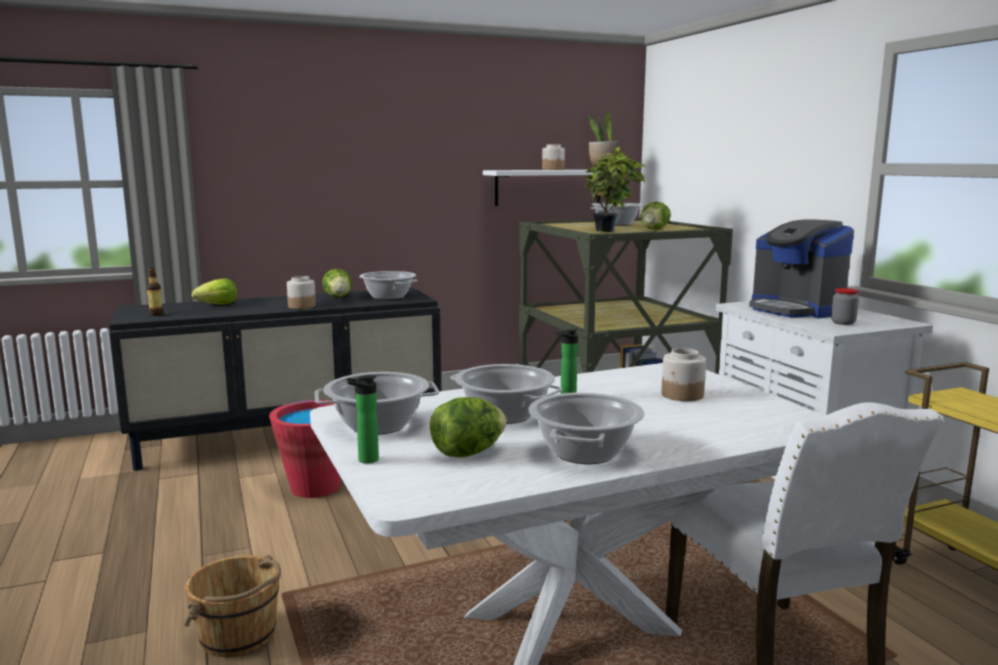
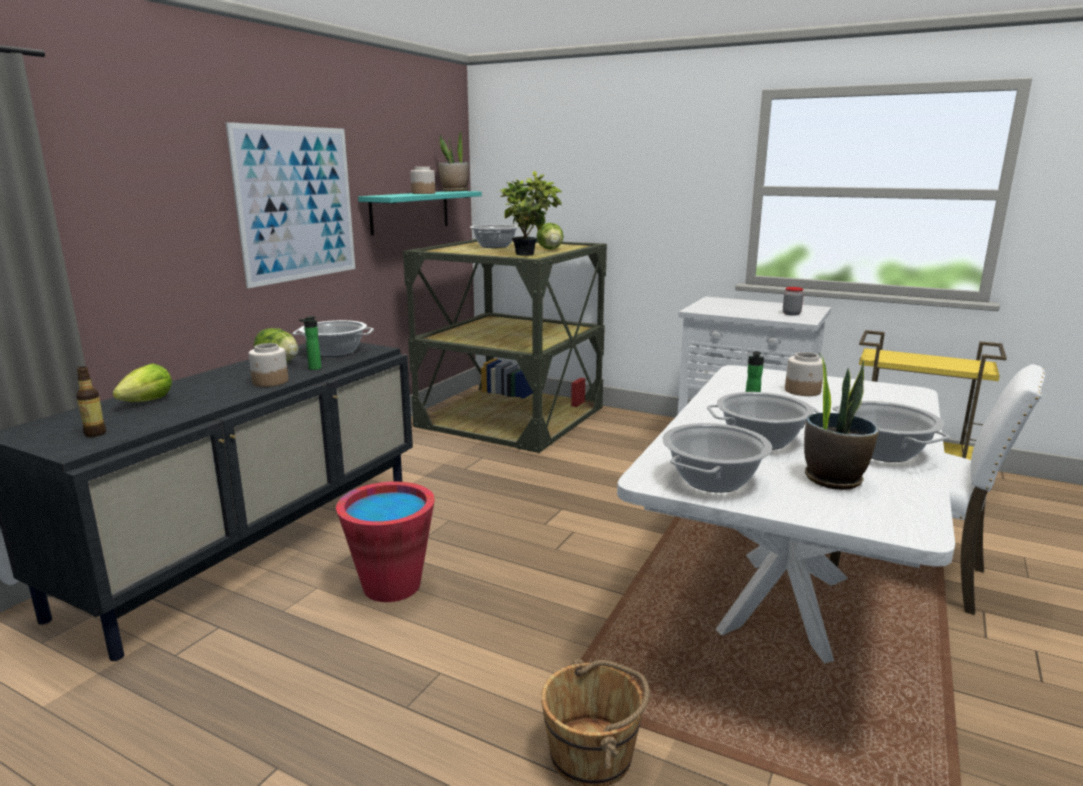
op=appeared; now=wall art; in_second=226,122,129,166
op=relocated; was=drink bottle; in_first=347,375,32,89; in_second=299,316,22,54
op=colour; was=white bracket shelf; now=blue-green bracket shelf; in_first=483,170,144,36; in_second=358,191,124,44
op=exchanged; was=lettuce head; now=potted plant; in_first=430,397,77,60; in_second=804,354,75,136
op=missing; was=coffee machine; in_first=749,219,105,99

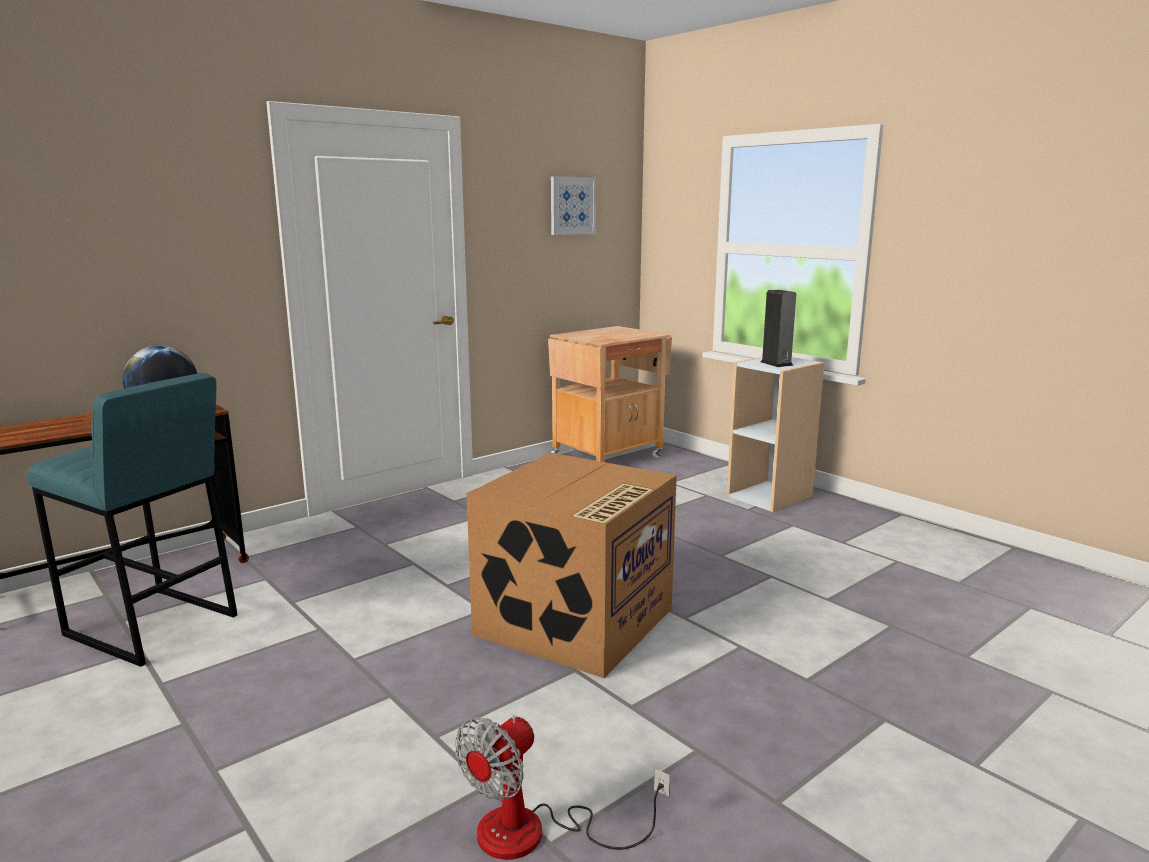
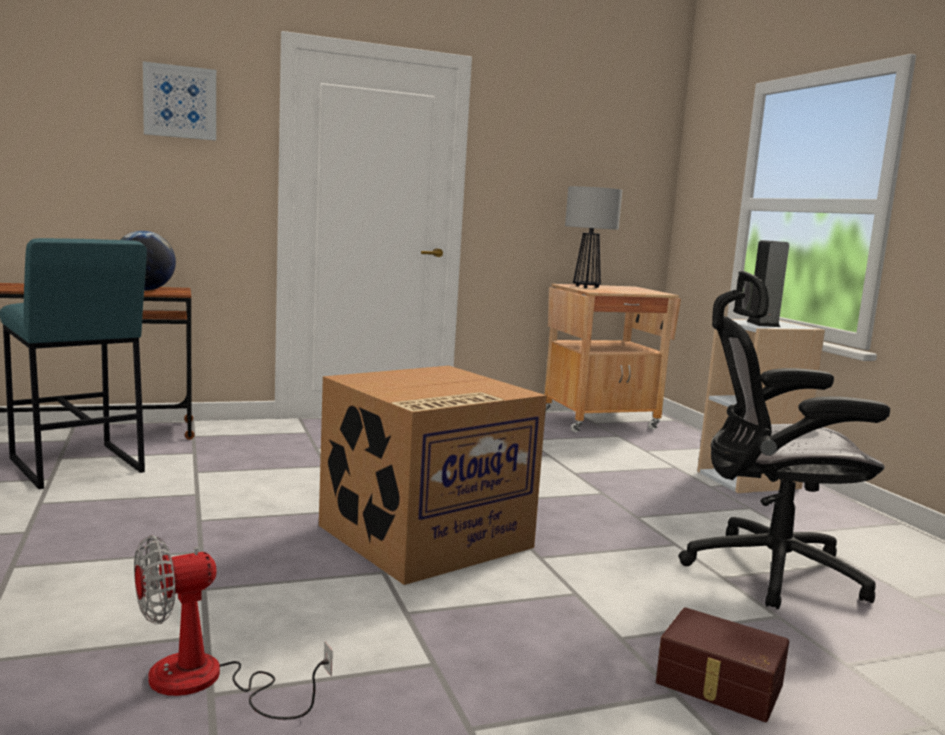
op=relocated; was=wall art; in_first=551,176,45,59; in_second=143,61,73,80
op=appeared; now=lamp for a table; in_second=565,186,57,102
op=appeared; now=brown-coloured storage box; in_second=656,607,133,115
op=appeared; now=desk chair; in_second=678,271,212,338

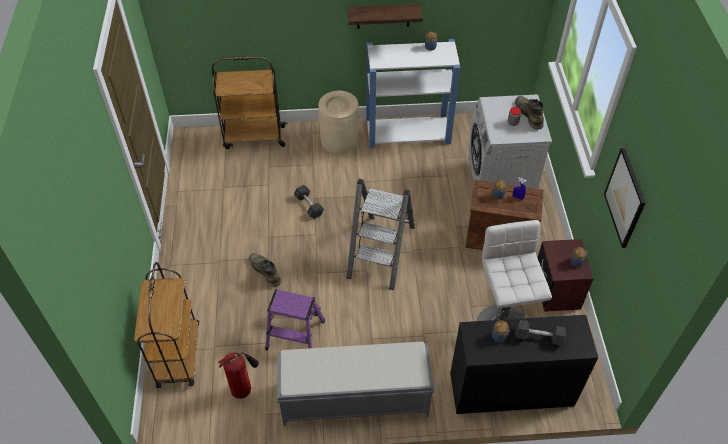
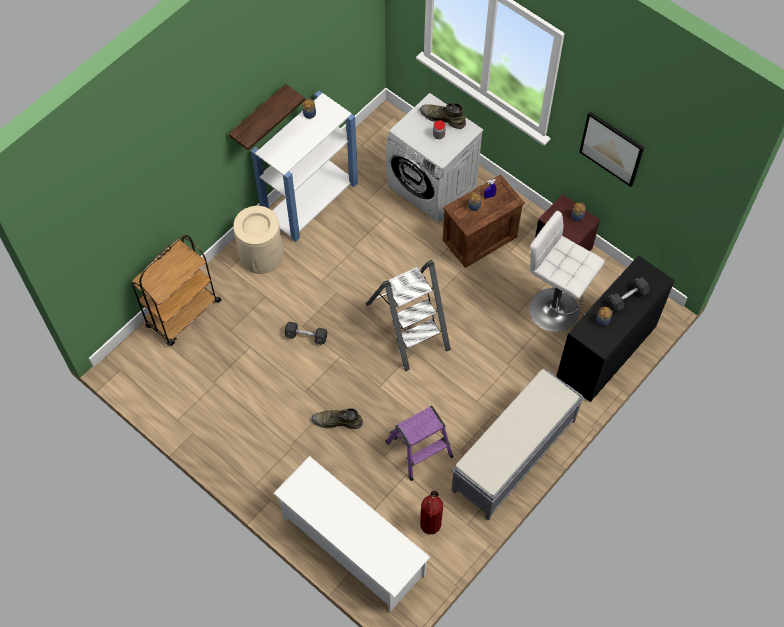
op=exchanged; was=brown-coloured cart; now=white shoe shelf; in_first=134,262,65,126; in_second=273,456,157,156

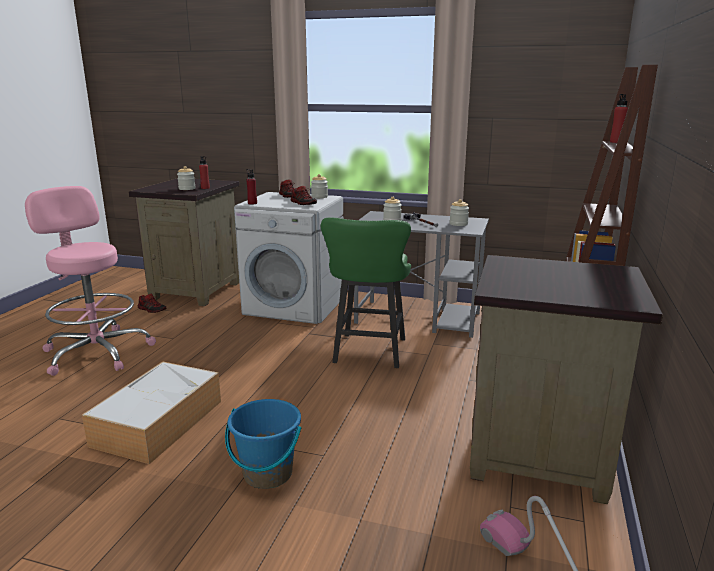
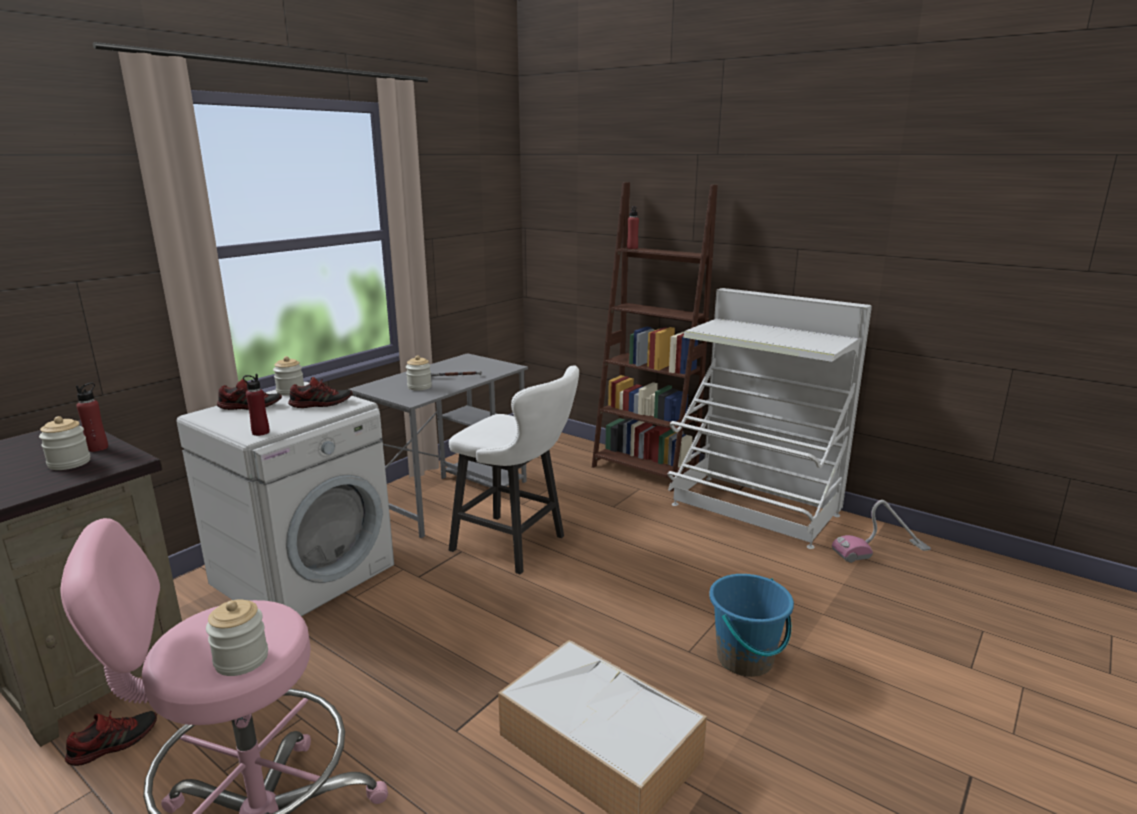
op=relocated; was=jar; in_first=450,199,19,27; in_second=206,600,62,76
op=colour; was=green sitting stool; now=white sitting stool; in_first=321,218,90,150; in_second=448,365,131,210
op=exchanged; was=sand-coloured storage cabinet; now=white shoe shelf; in_first=470,255,193,249; in_second=667,288,205,261

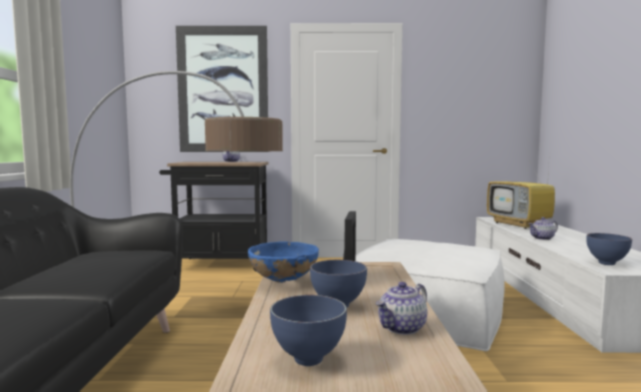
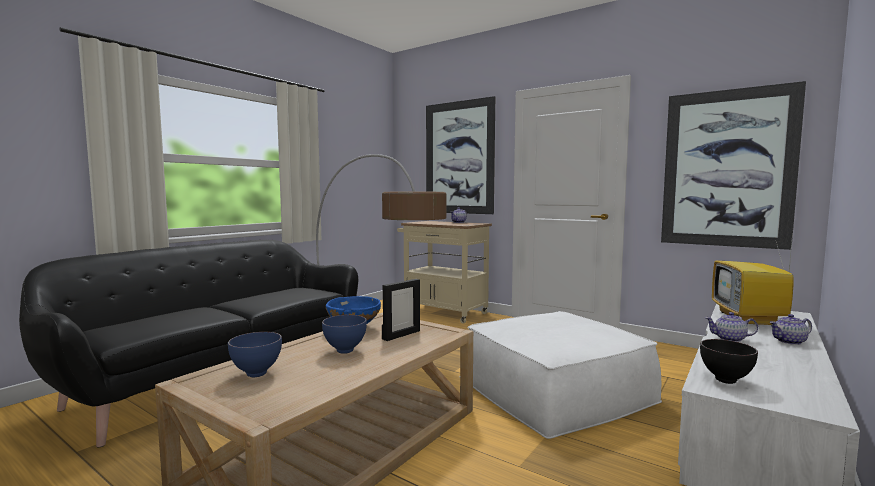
op=colour; was=blackish cart; now=sand-coloured cart; in_first=159,162,109,110; in_second=397,221,95,103
op=appeared; now=wall art; in_second=661,81,145,169
op=colour; was=bluish serving bowl; now=blackish serving bowl; in_first=586,233,46,32; in_second=700,339,58,45
op=relocated; was=pot for tea; in_first=376,282,51,53; in_second=769,314,43,31

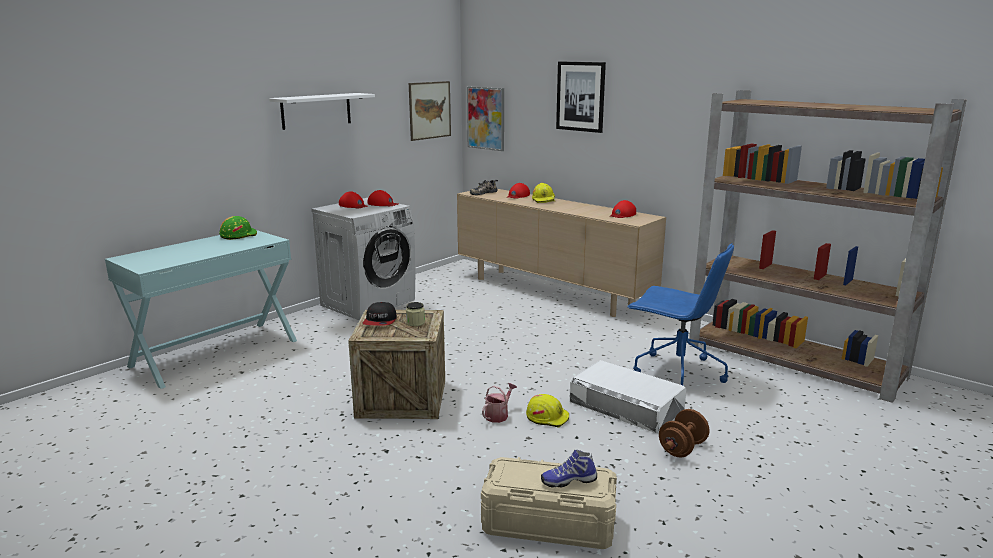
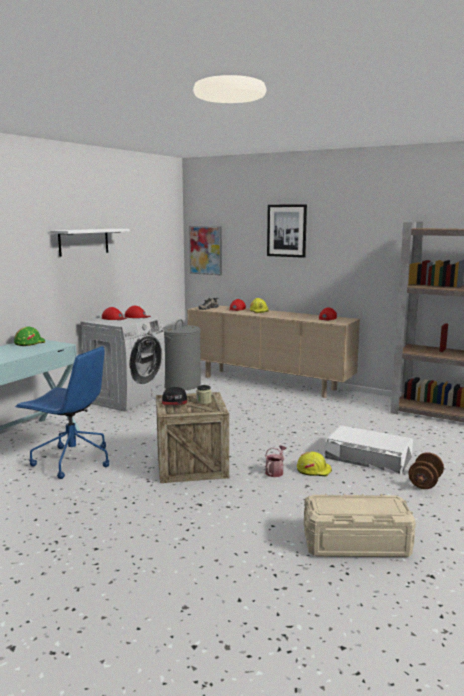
op=relocated; was=bluish desk chair; in_first=627,243,107,143; in_second=15,346,94,133
op=appeared; now=grey hamper; in_second=163,319,38,71
op=missing; was=wall art; in_first=409,81,42,60
op=missing; was=item of footwear; in_first=541,450,56,38

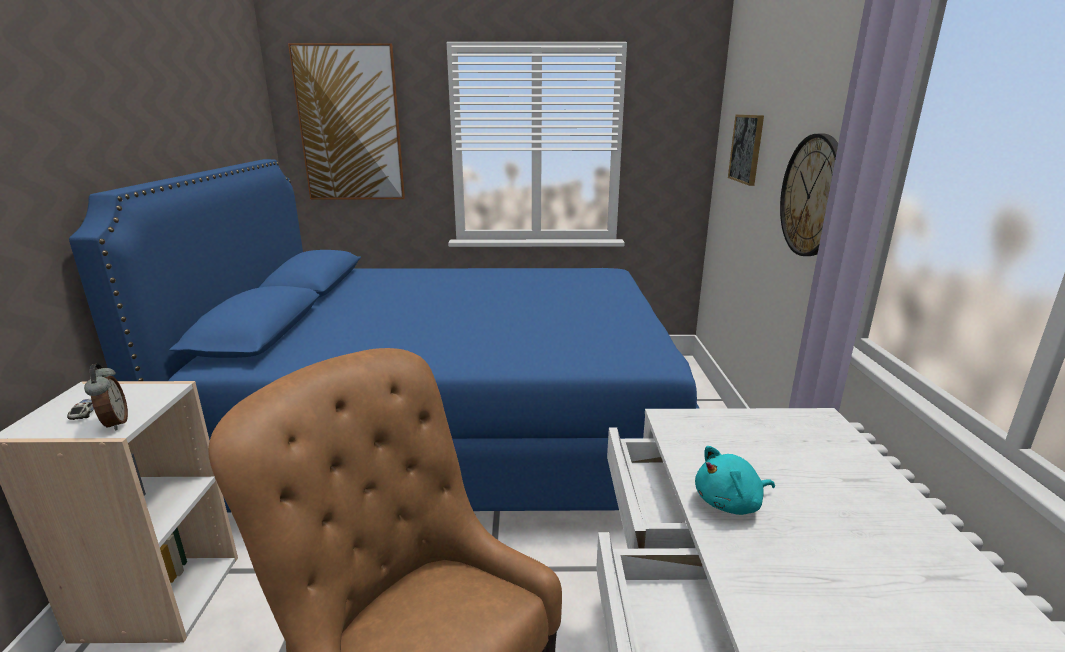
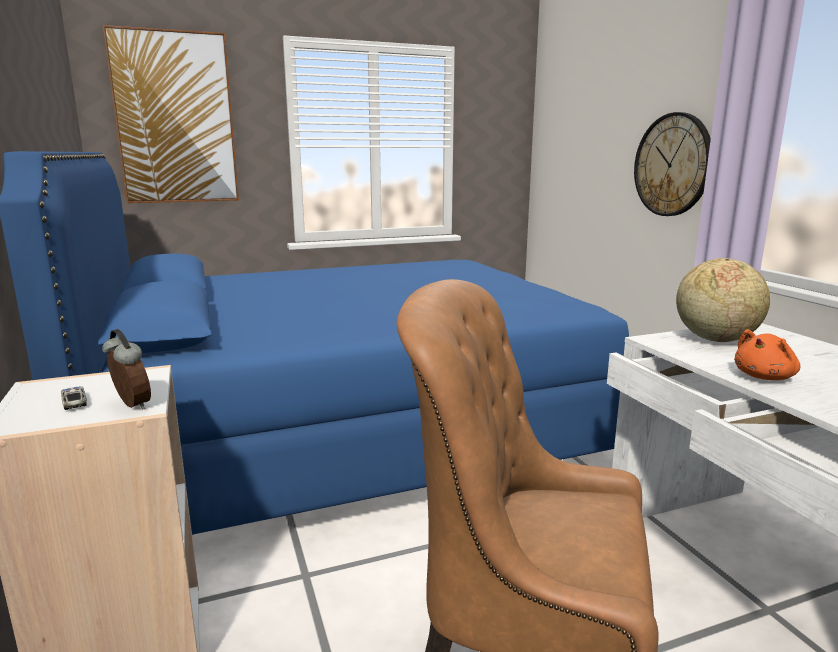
op=appeared; now=world globe; in_second=676,258,94,84
op=colour; was=blue-green plush toy; now=orangey plush toy; in_first=695,446,80,69; in_second=734,329,66,51
op=missing; was=wall art; in_first=728,114,36,72

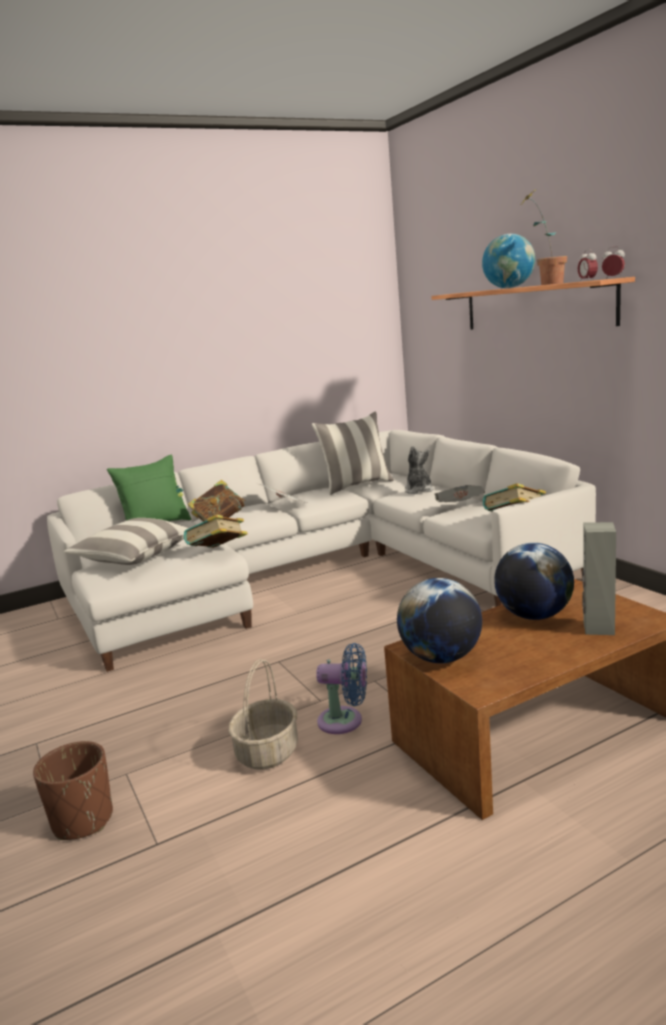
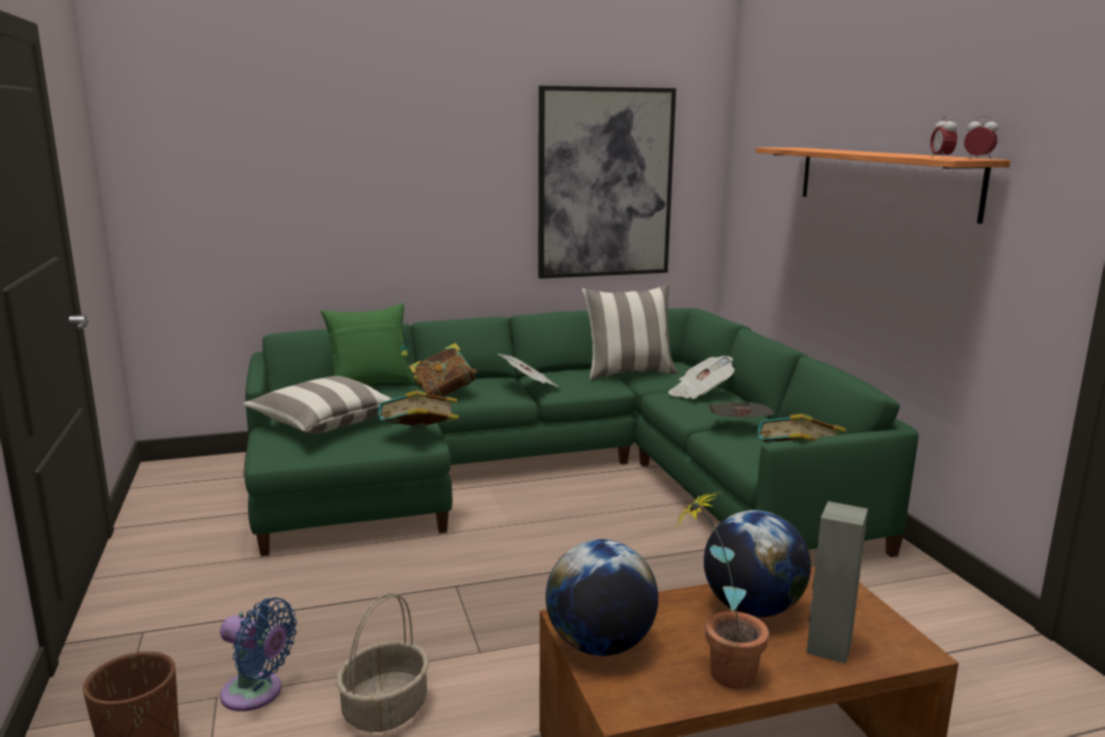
op=relocated; was=bluish fan; in_first=316,643,51,91; in_second=220,597,77,114
op=colour; was=white sofa; now=green sofa; in_first=47,430,549,242; in_second=245,308,673,249
op=appeared; now=wall art; in_second=538,86,138,193
op=exchanged; was=plush toy; now=daily paper; in_first=405,446,29,48; in_second=668,356,66,43
op=relocated; was=potted plant; in_first=521,190,46,95; in_second=676,491,93,198
op=missing; was=world globe; in_first=482,234,53,54

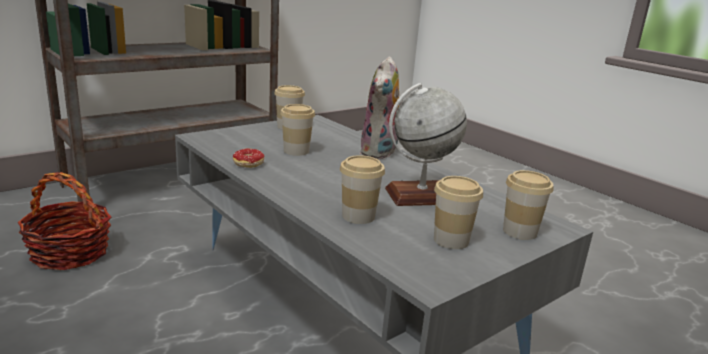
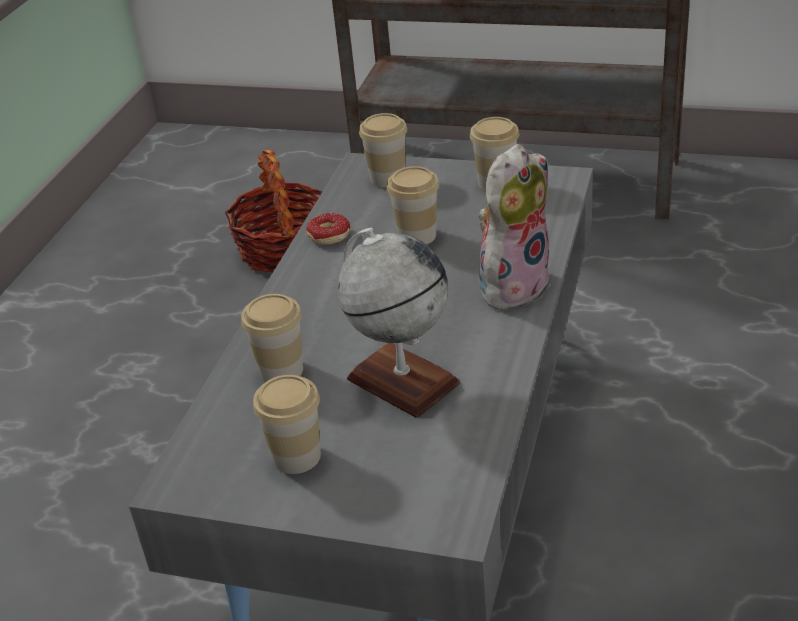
op=relocated; was=small cup; in_first=503,170,50,70; in_second=359,113,48,75
op=spun; was=plush toy; in_first=360,56,39,104; in_second=479,144,72,170; clockwise=150

